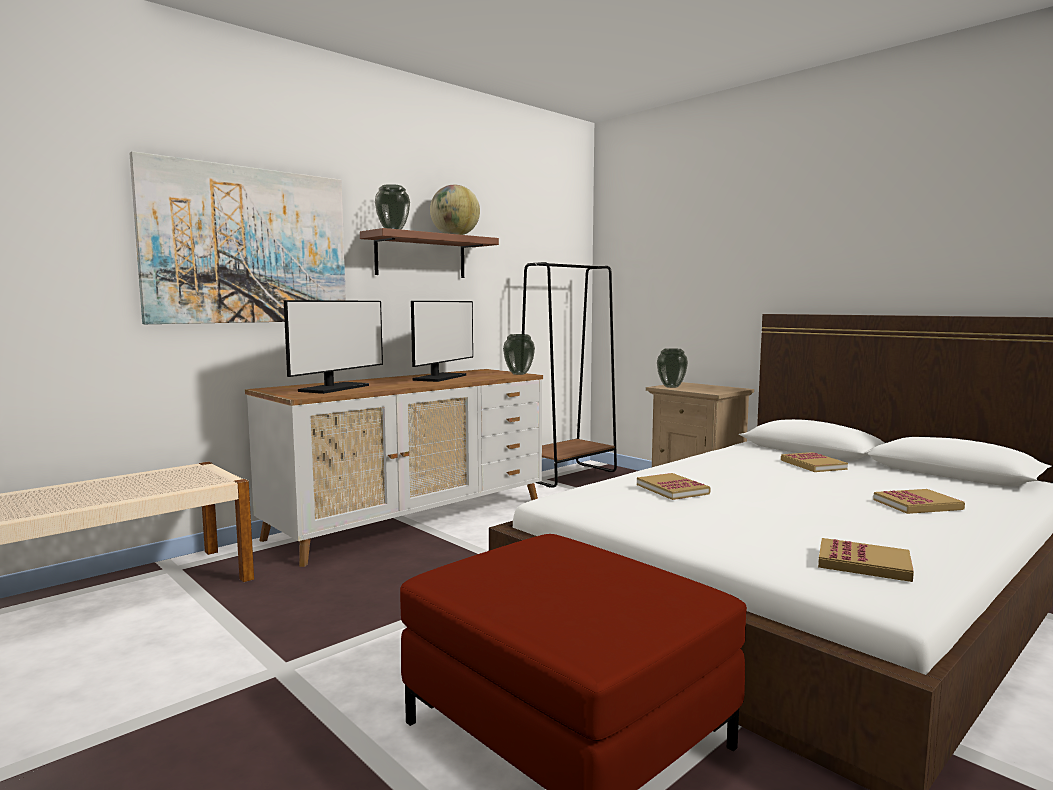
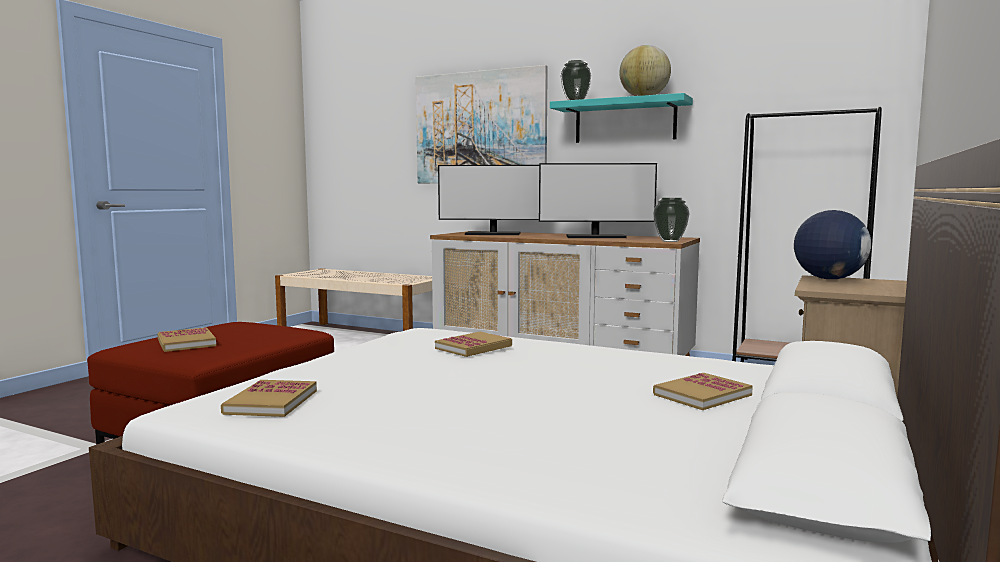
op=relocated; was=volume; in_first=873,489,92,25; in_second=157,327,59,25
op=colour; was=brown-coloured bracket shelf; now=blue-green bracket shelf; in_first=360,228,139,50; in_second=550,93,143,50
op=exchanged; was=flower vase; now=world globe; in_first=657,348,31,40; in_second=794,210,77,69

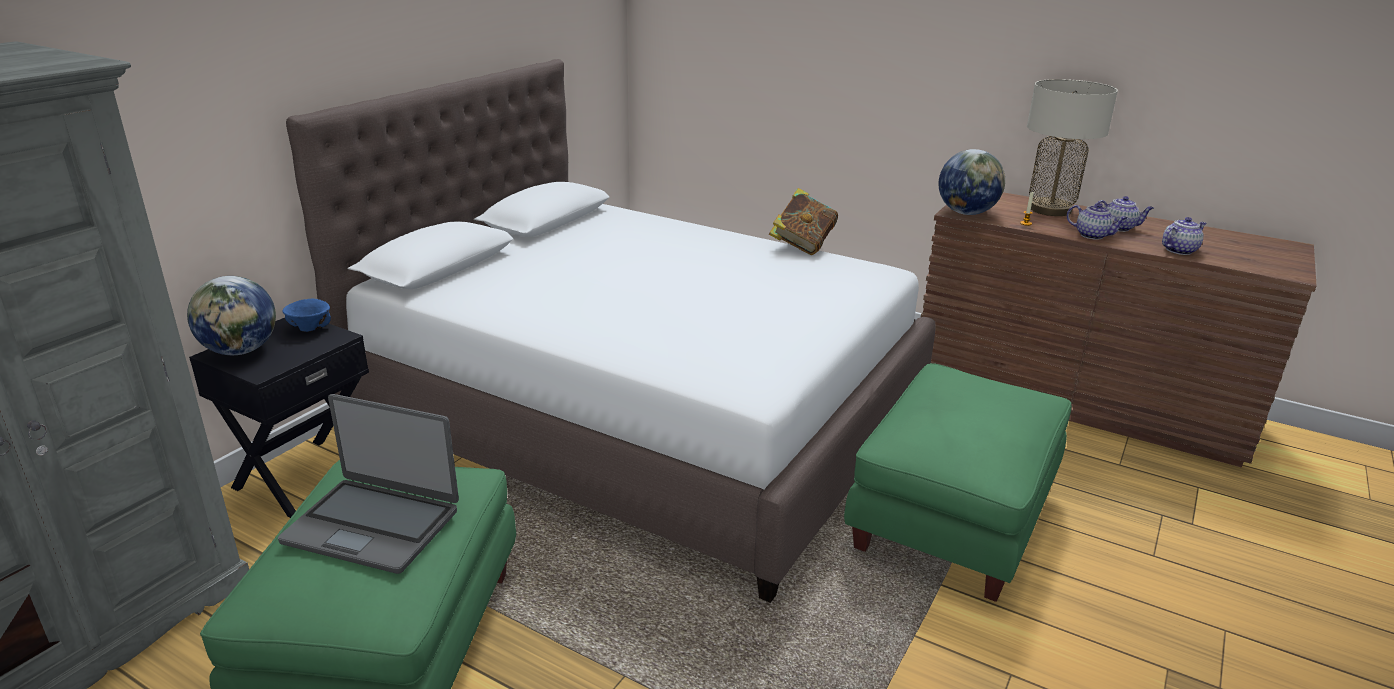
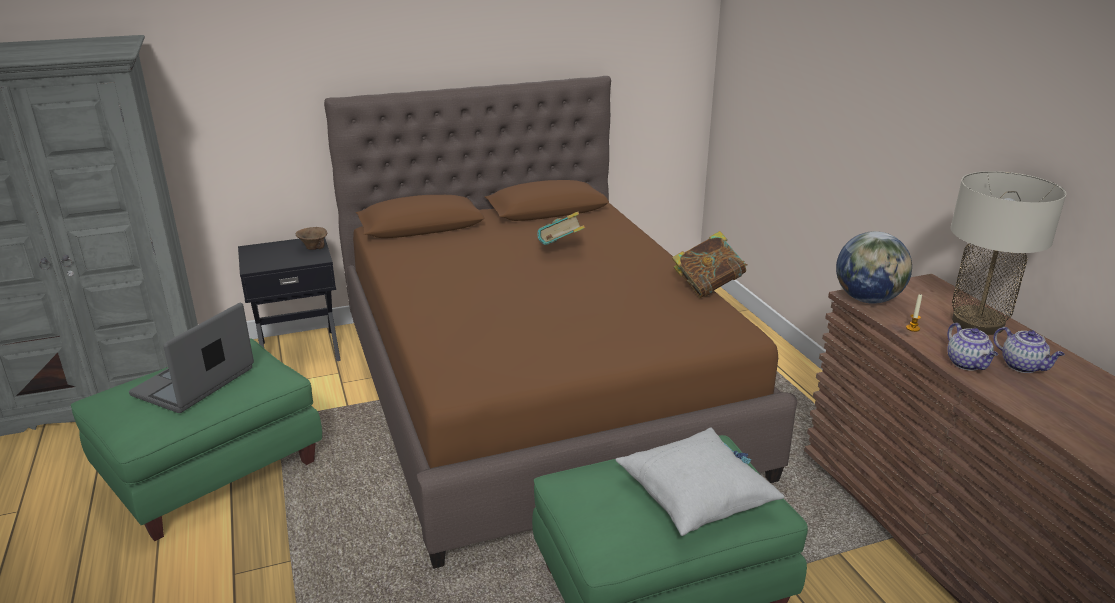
op=spun; was=laptop; in_first=278,394,181,180; in_second=129,302,125,111; clockwise=60
op=colour; was=bluish serving bowl; now=brown-coloured serving bowl; in_first=282,299,49,33; in_second=295,227,32,23
op=colour; was=white bedroom bed; now=brown-coloured bedroom bed; in_first=286,59,649,544; in_second=324,76,473,493
op=appeared; now=volume; in_second=537,212,48,33
op=appeared; now=grey cushion; in_second=616,427,169,109
op=missing; was=world globe; in_first=187,276,89,79
op=missing; was=pot for tea; in_first=1162,217,45,38

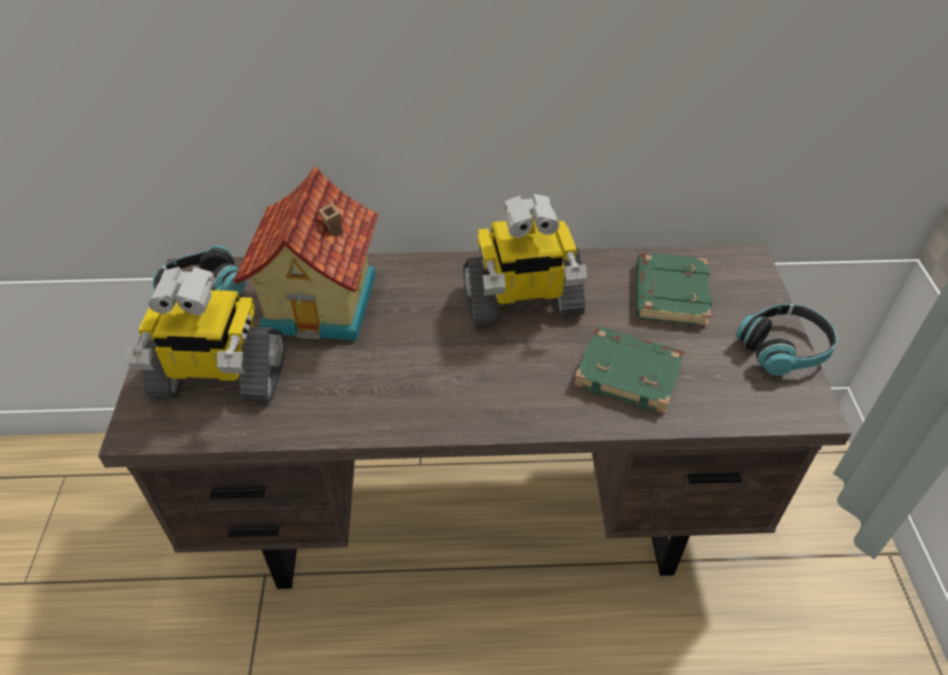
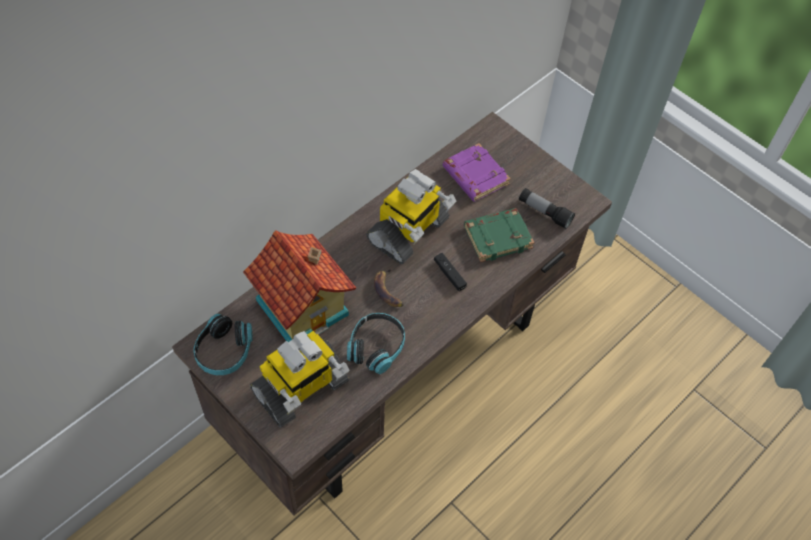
op=relocated; was=headset; in_first=736,304,102,72; in_second=347,313,58,61
op=appeared; now=banana fruit; in_second=374,268,30,39
op=appeared; now=blackish joypad; in_second=434,253,33,38
op=colour; was=green volume; now=purplish volume; in_first=636,253,76,73; in_second=443,143,68,59
op=appeared; now=torch; in_second=519,188,56,41

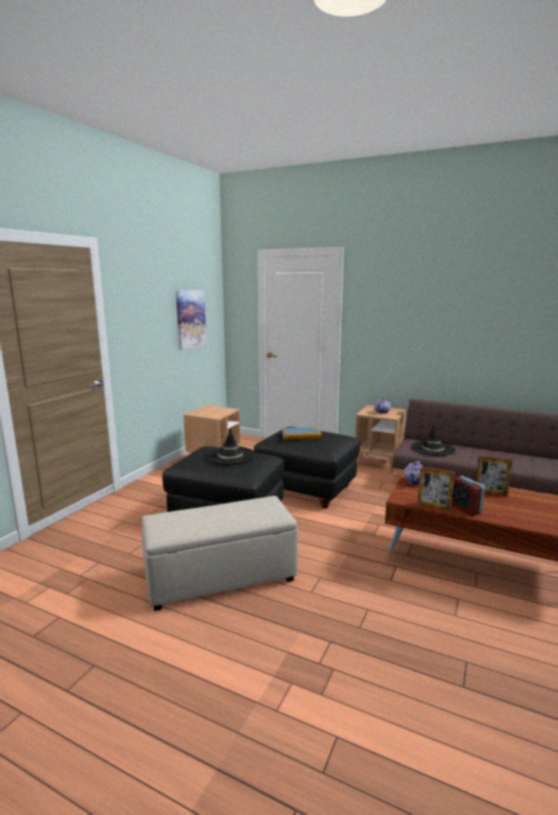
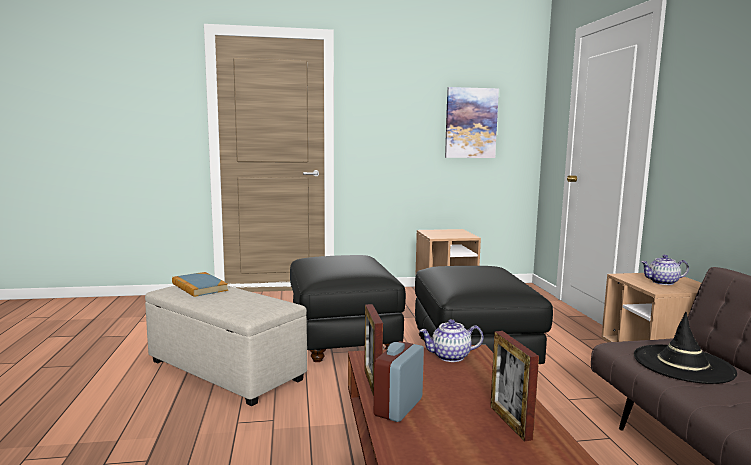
op=relocated; was=volume; in_first=282,427,40,13; in_second=172,272,56,25
op=missing; was=blackish wearable hat; in_first=205,428,50,37

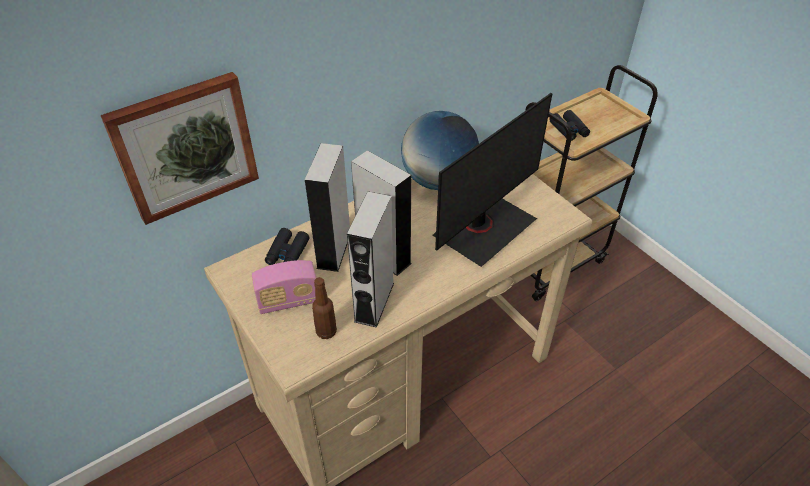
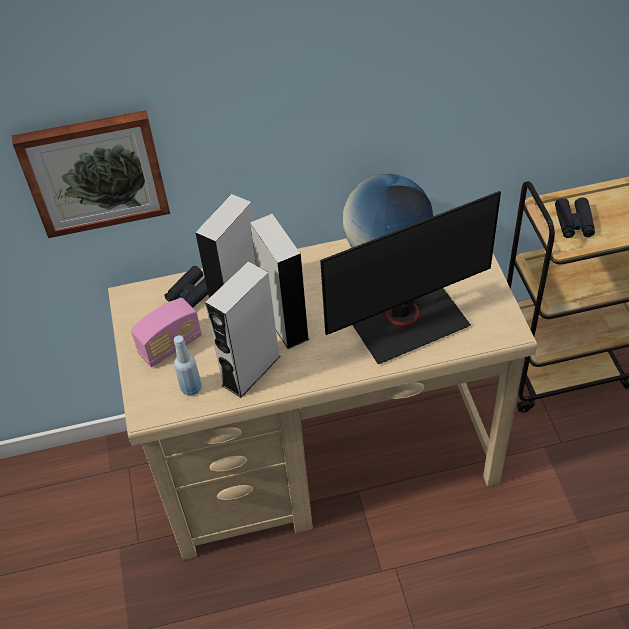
op=spun; was=radio set; in_first=252,260,64,54; in_second=131,298,71,69; clockwise=-45
op=colour; was=brown-coloured drink bottle; now=bluish drink bottle; in_first=312,277,25,62; in_second=174,335,28,61

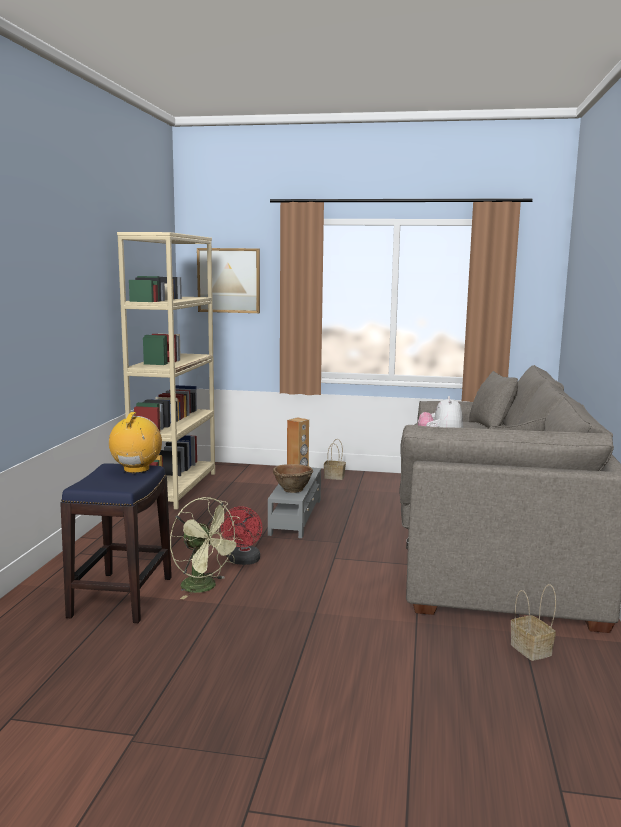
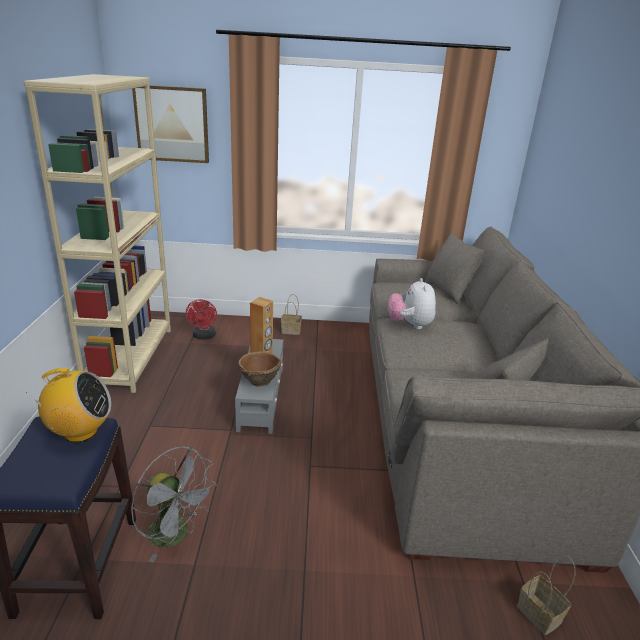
op=spun; was=radio set; in_first=109,412,53,61; in_second=26,368,85,74; clockwise=90
op=colour; was=green fan; now=grey fan; in_first=170,497,72,102; in_second=131,446,86,117
op=relocated; was=reddish fan; in_first=221,506,41,59; in_second=186,299,31,41

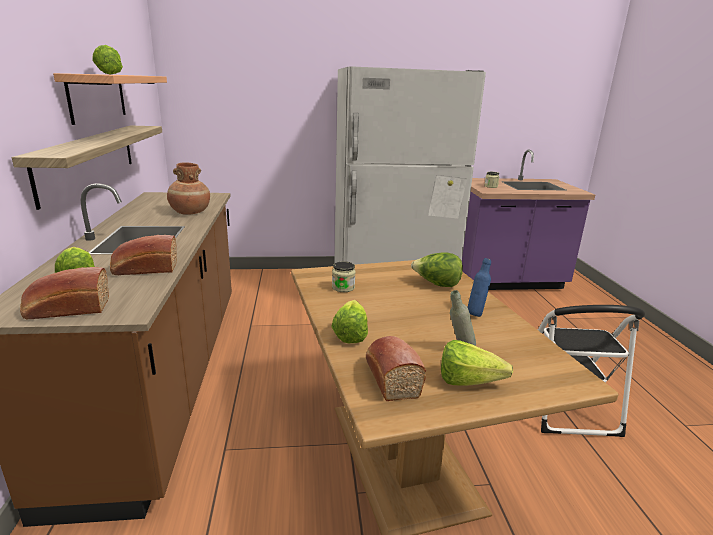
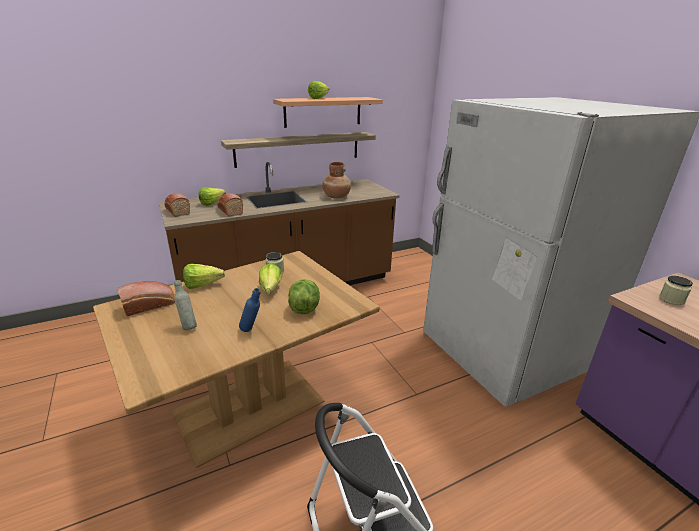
op=relocated; was=lettuce head; in_first=441,340,72,46; in_second=259,263,23,31

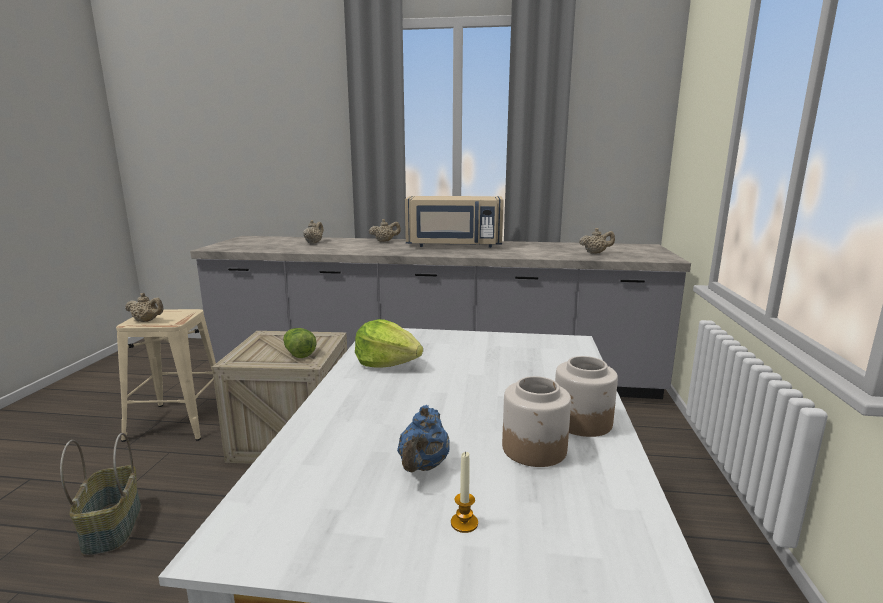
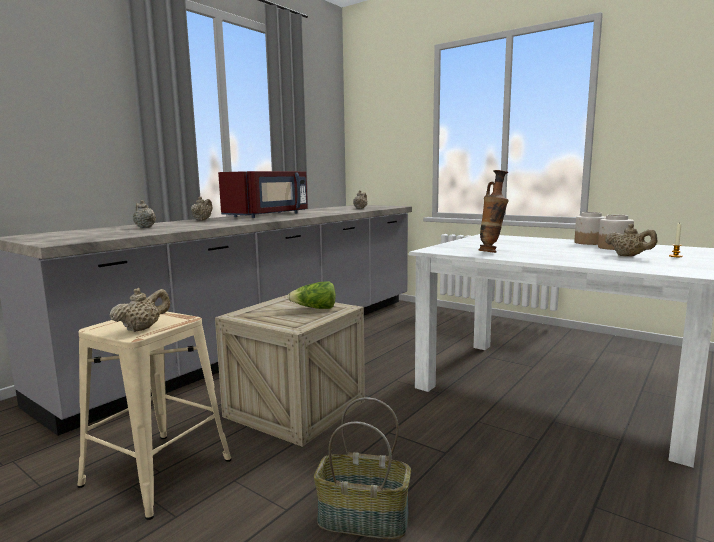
op=colour; was=sand-coloured kitchen microwave; now=reddish kitchen microwave; in_first=405,196,99,52; in_second=218,171,90,47
op=exchanged; was=lettuce head; now=flower vase; in_first=355,319,68,49; in_second=479,170,30,83
op=colour; was=bluish pot for tea; now=sand-coloured pot for tea; in_first=397,405,53,67; in_second=605,224,52,32

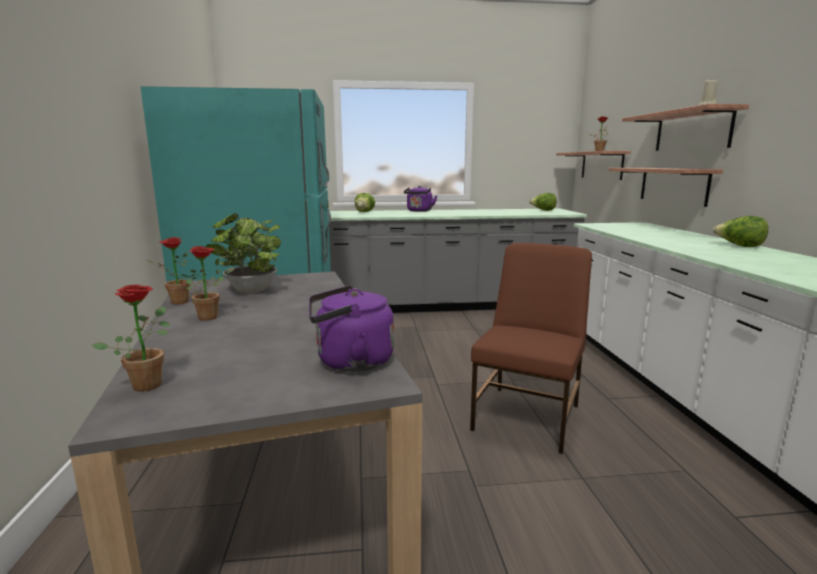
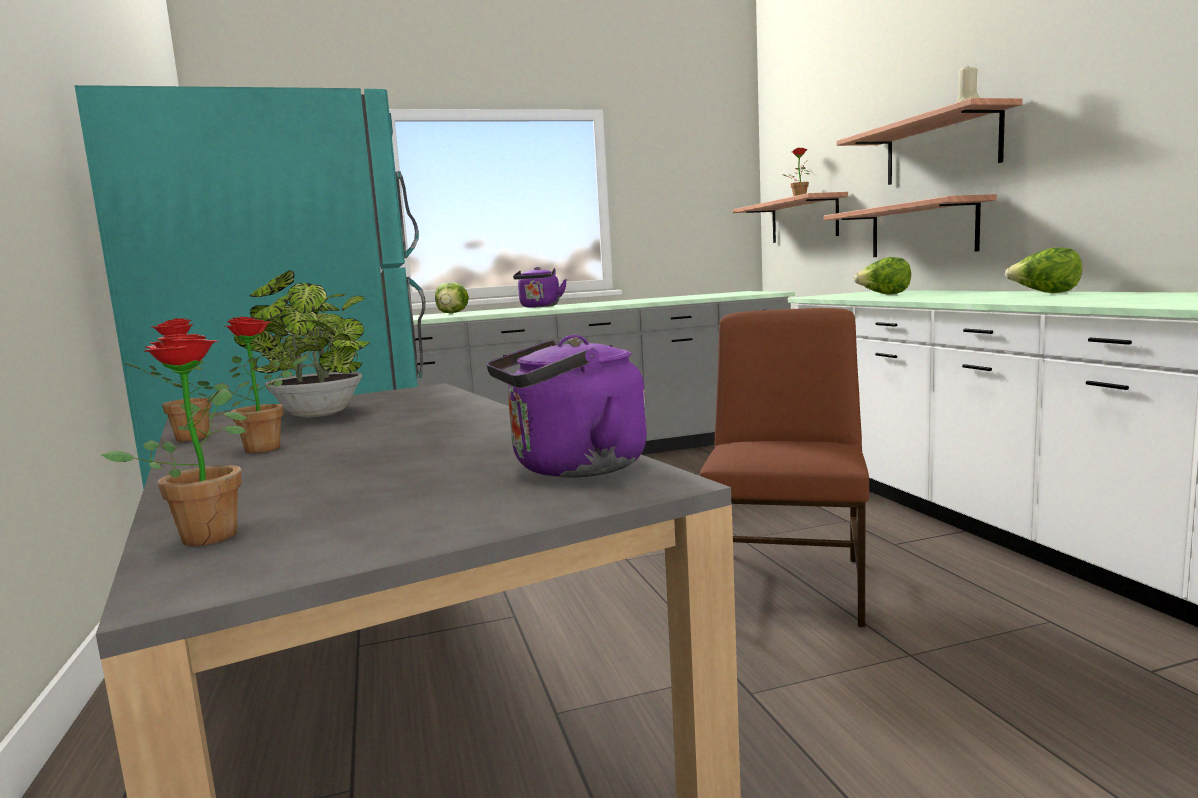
op=relocated; was=lettuce head; in_first=529,193,28,18; in_second=854,257,57,38

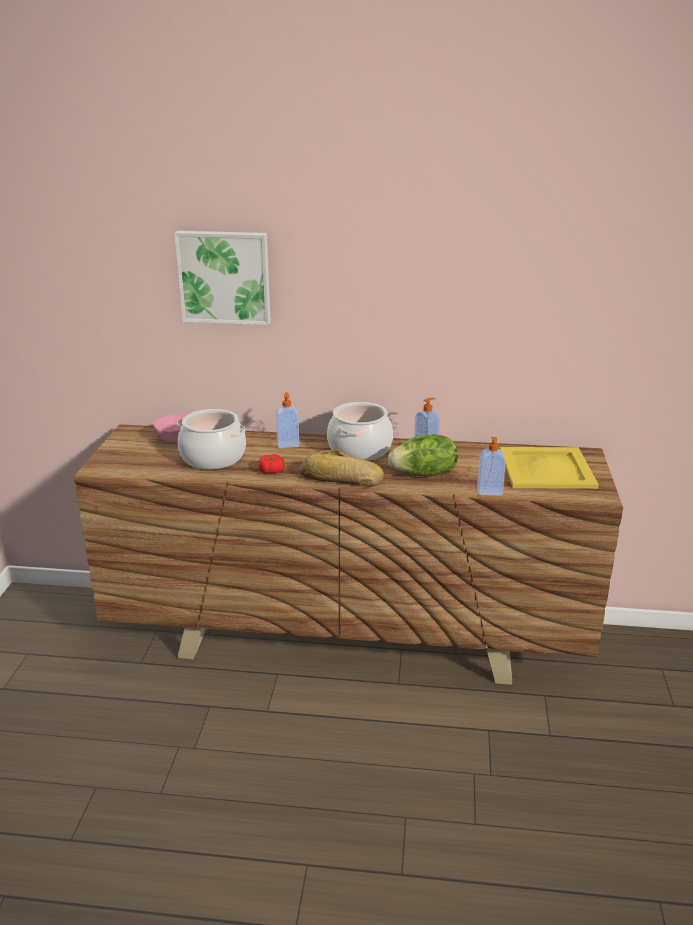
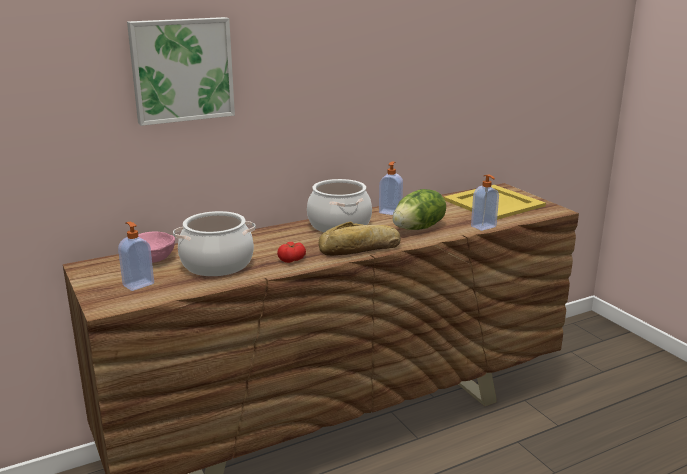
op=relocated; was=soap bottle; in_first=276,393,23,55; in_second=118,222,36,69

